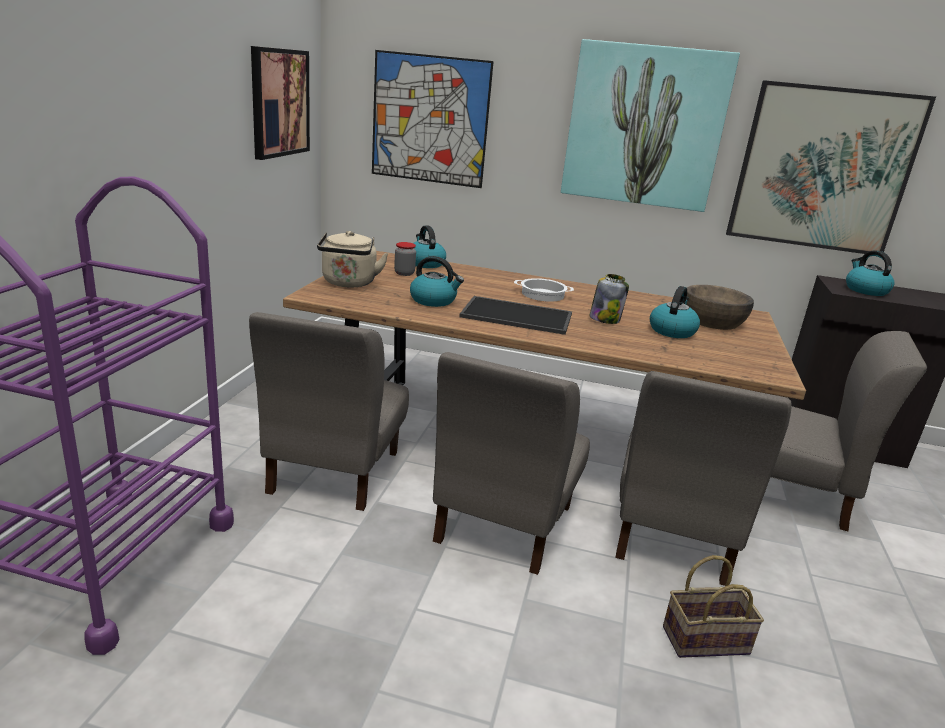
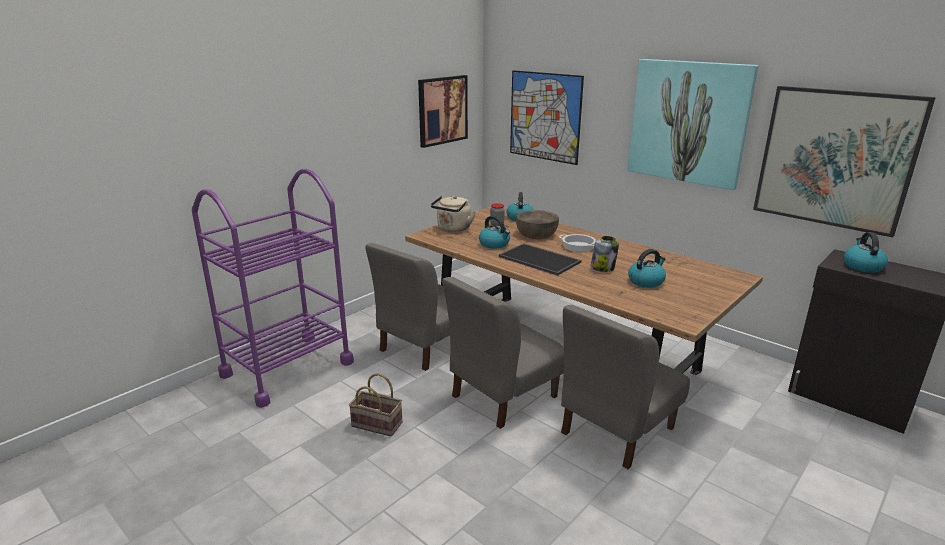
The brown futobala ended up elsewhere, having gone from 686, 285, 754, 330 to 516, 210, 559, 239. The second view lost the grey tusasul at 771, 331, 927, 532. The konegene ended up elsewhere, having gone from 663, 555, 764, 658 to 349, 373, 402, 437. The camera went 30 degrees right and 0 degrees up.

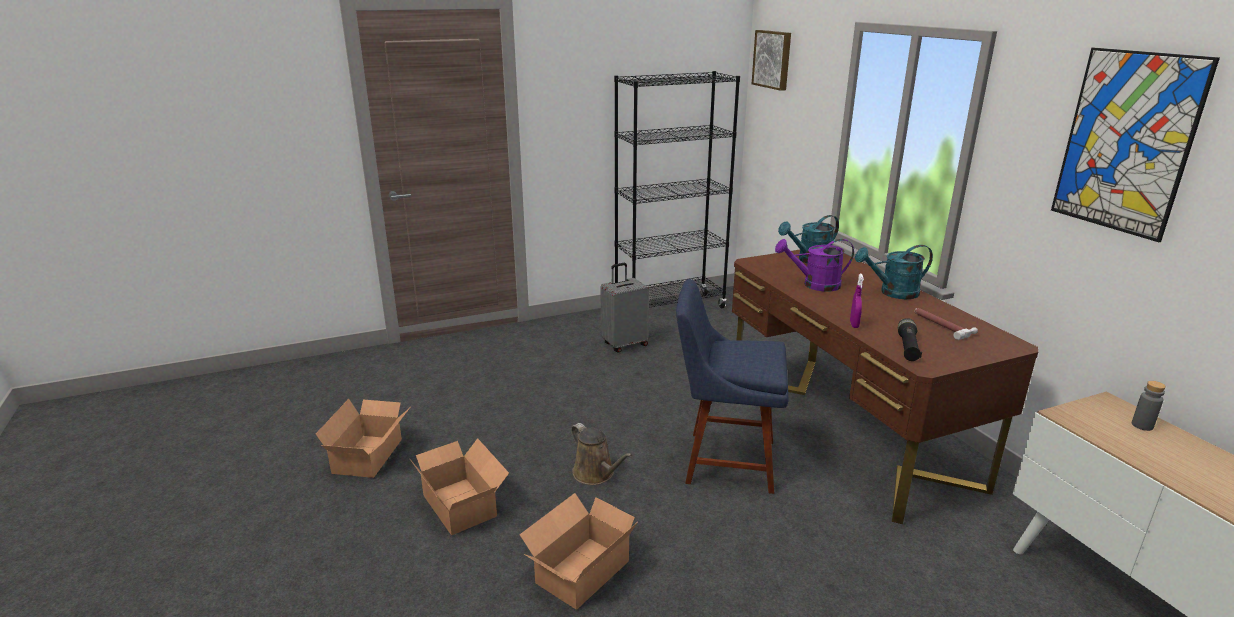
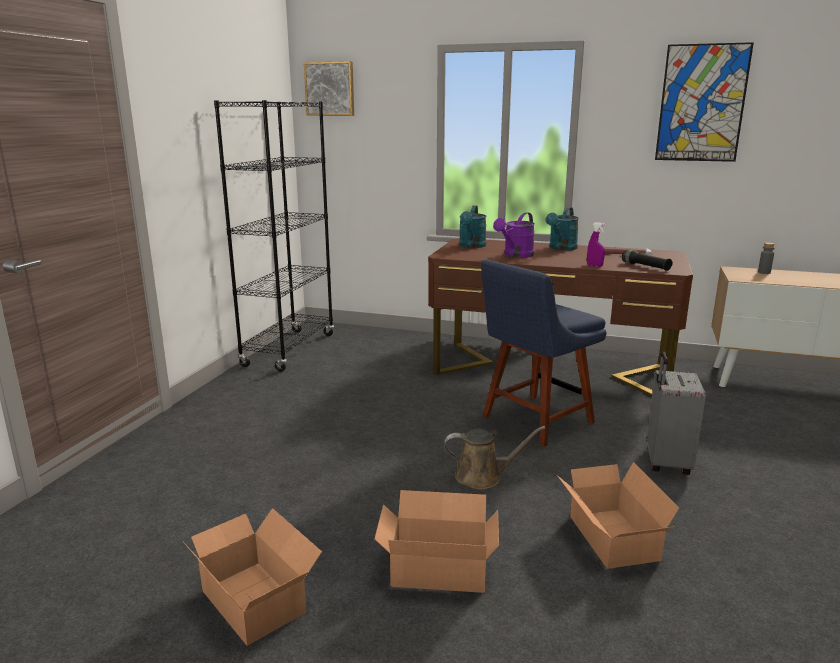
The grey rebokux ended up elsewhere, having gone from 600, 263, 649, 353 to 647, 352, 706, 475. The camera went 50 degrees left and 5 degrees down.

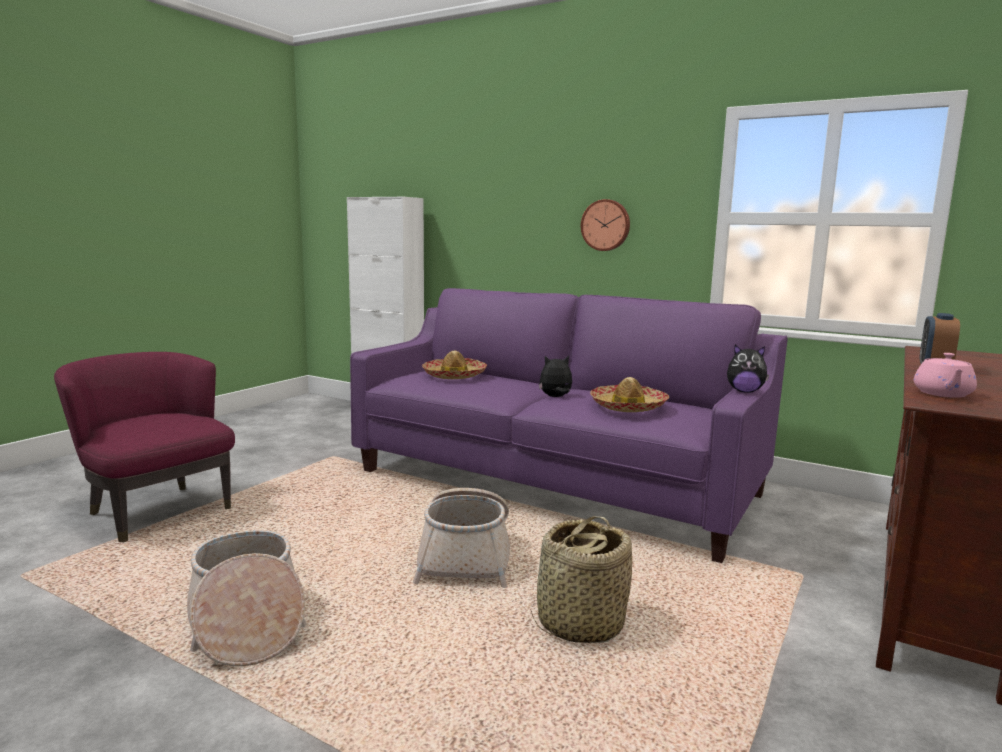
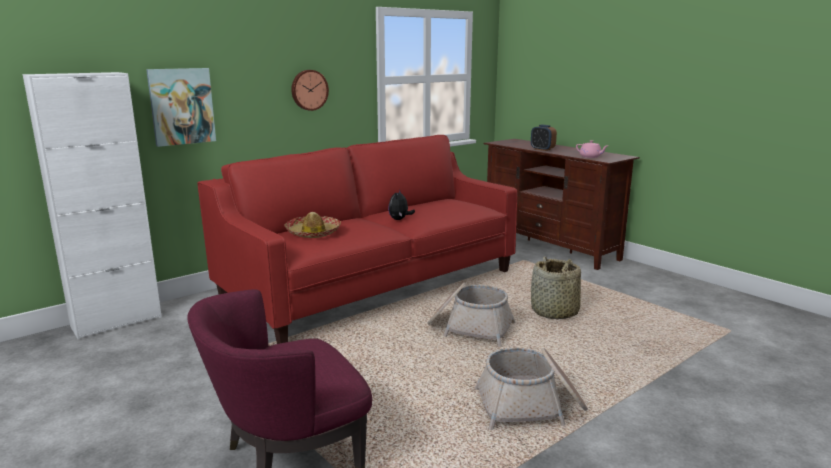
What was the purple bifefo at 350, 288, 788, 563 turned into the red bifefo at 197, 135, 517, 344. The second view lost the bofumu at 727, 345, 769, 393. The second view lost the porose at 590, 377, 669, 412. The second view gained the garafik at 146, 68, 216, 147. The camera went 70 degrees left and 5 degrees up.

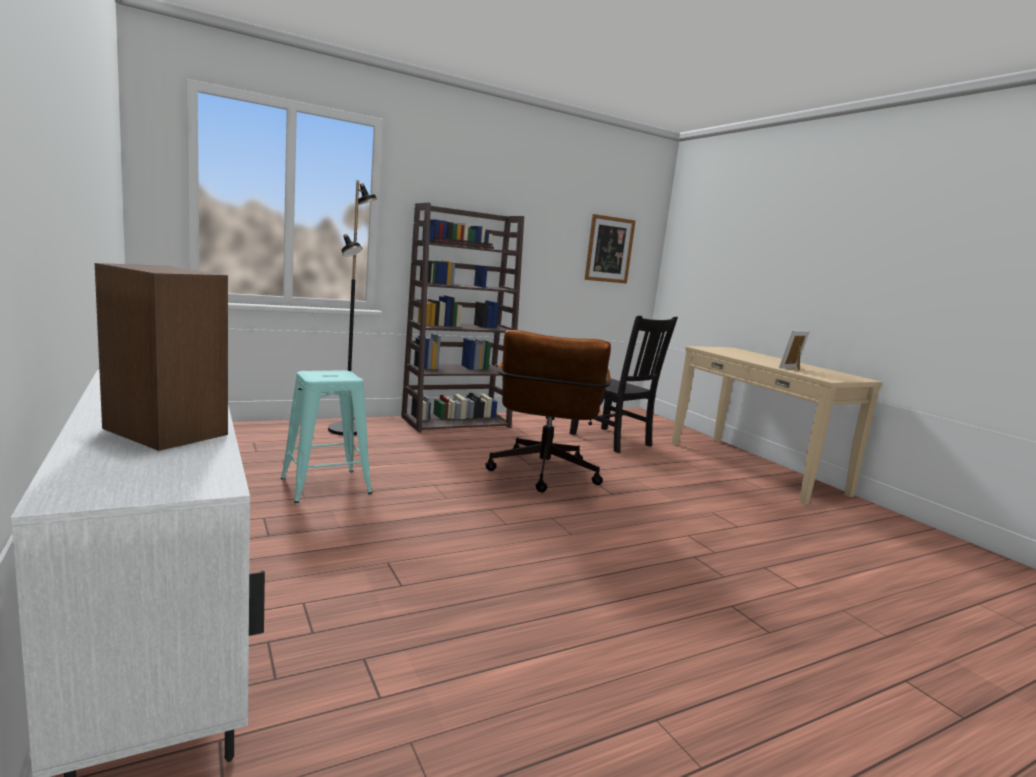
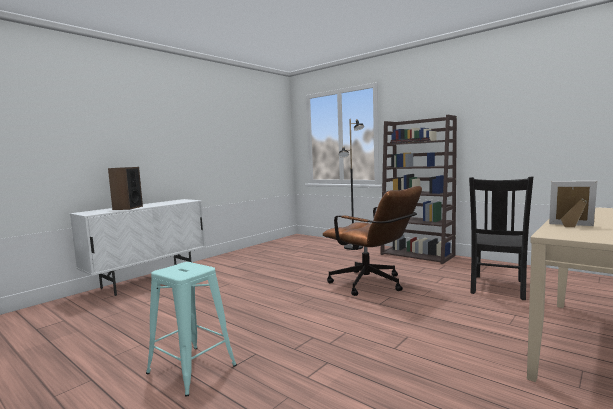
The second view lost the garafik at 585, 214, 636, 284. The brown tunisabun at 485, 330, 611, 493 ended up facing another way, 120 degrees counterclockwise from before. The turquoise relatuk ended up elsewhere, having gone from 281, 370, 372, 503 to 146, 262, 237, 396. The camera went 70 degrees right and 5 degrees down.

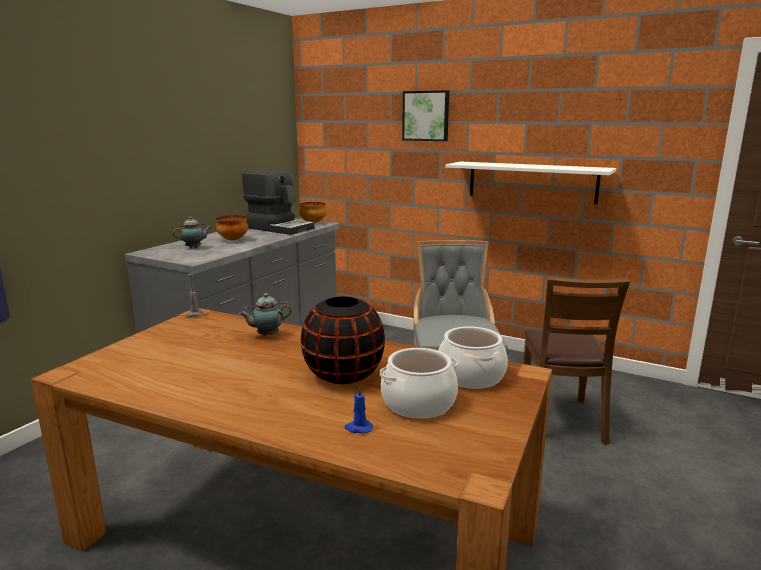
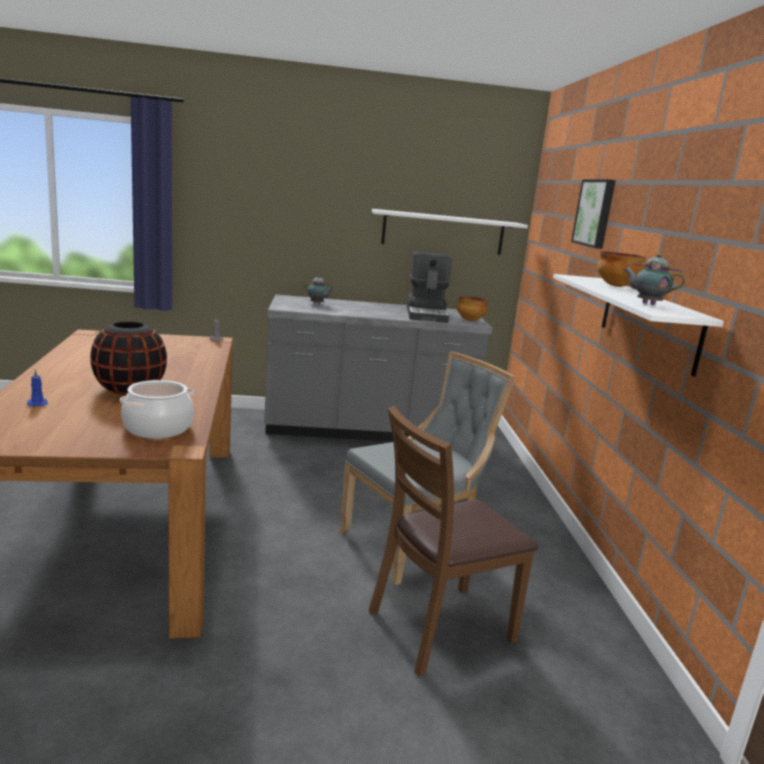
The futobala ended up elsewhere, having gone from 216, 215, 248, 240 to 597, 252, 646, 287. The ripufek ended up elsewhere, having gone from 239, 293, 292, 336 to 623, 253, 685, 305. The second view lost the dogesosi at 380, 348, 458, 419. The second view gained the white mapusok at 372, 209, 528, 255. The camera went 55 degrees right and 0 degrees up.

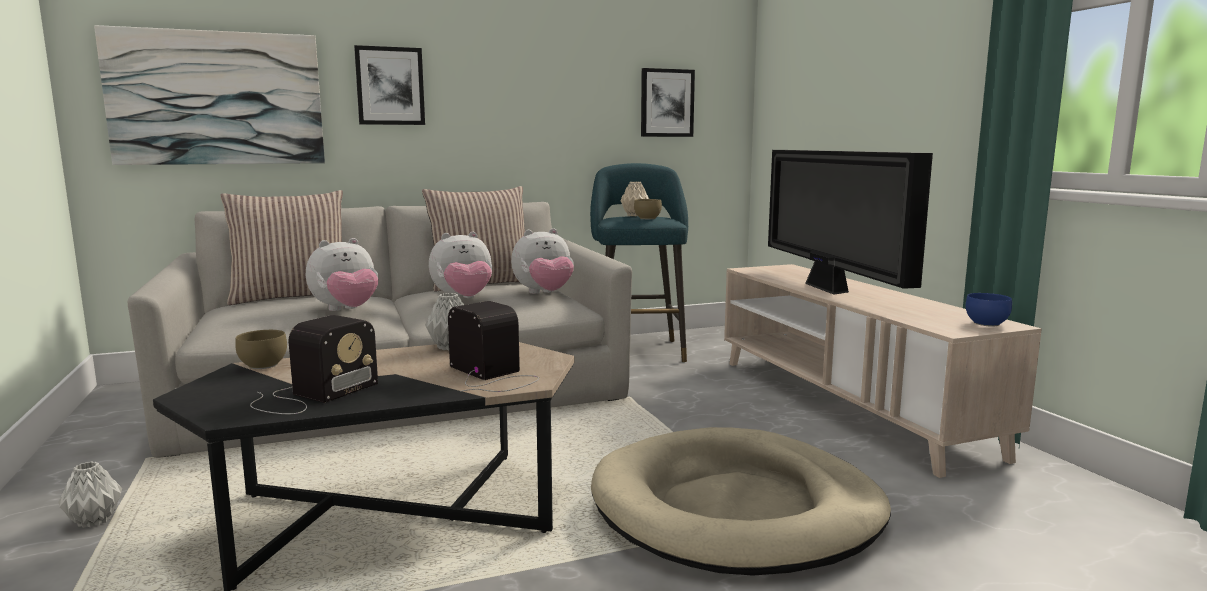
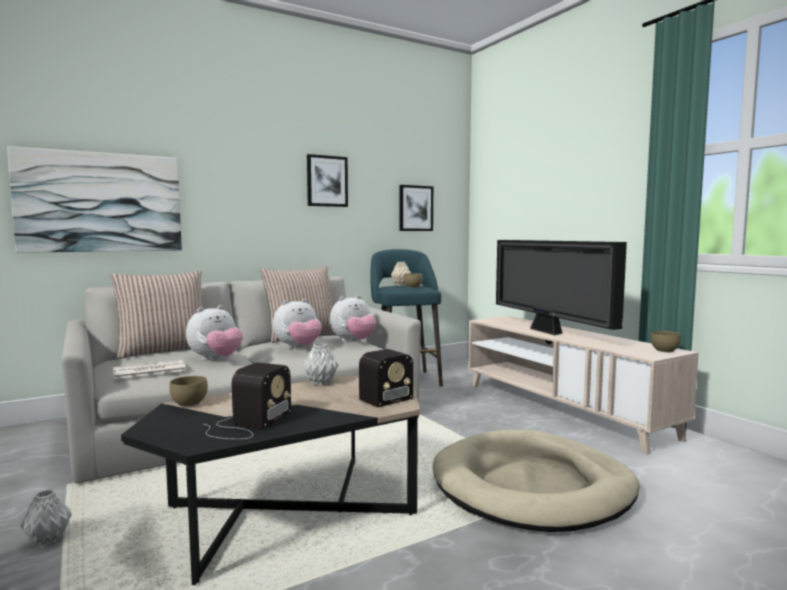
The garafik ended up elsewhere, having gone from 354, 45, 425, 125 to 307, 154, 348, 207. What was the blue futobala at 966, 293, 1012, 326 turned into the brown futobala at 651, 331, 681, 352. The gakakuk at 448, 301, 539, 392 ended up facing another way, 105 degrees clockwise from before. The second view gained the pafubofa at 113, 360, 186, 379. The camera went 10 degrees left and 5 degrees down.

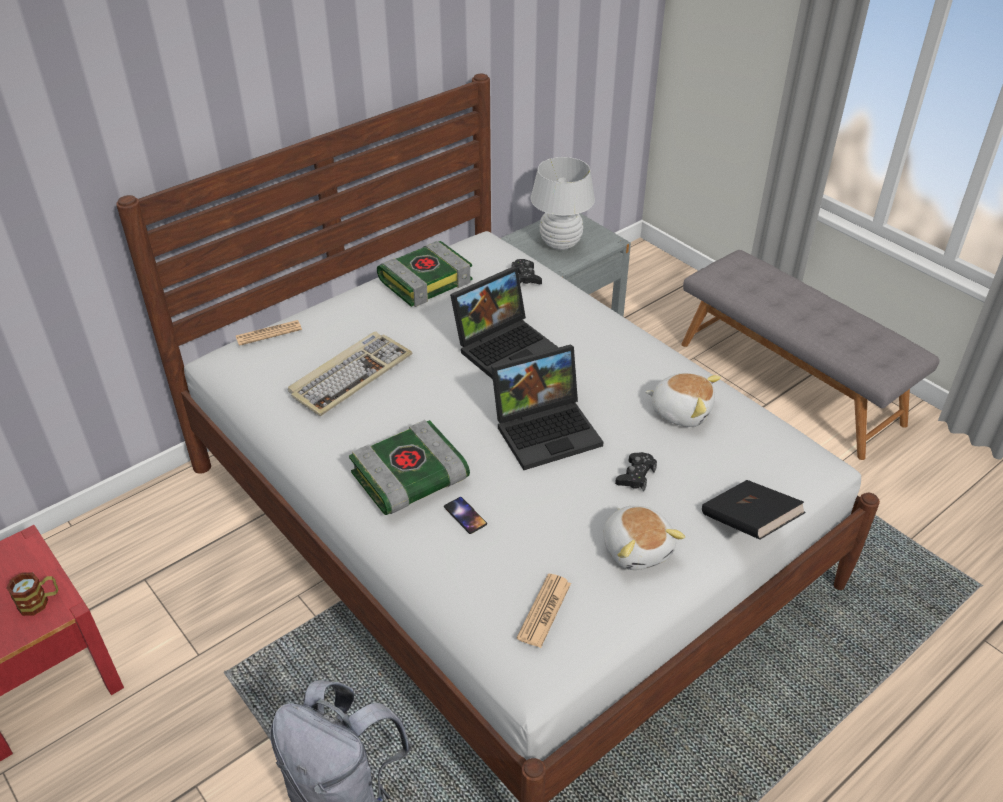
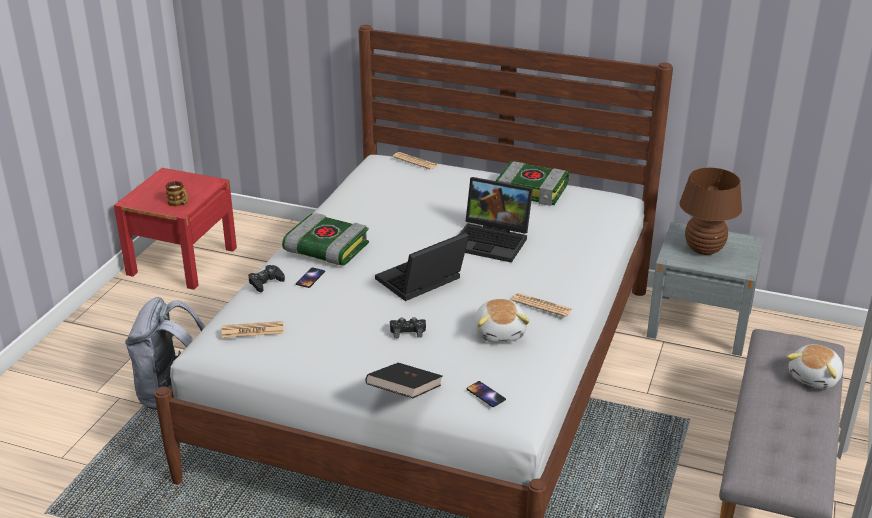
What was the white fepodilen at 531, 157, 595, 250 turned into the brown fepodilen at 679, 168, 742, 255. The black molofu ended up elsewhere, having gone from 512, 259, 542, 284 to 248, 265, 285, 292. The second view lost the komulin at 288, 331, 412, 416. The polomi at 491, 344, 603, 470 ended up facing another way, 105 degrees clockwise from before. The bofumu ended up elsewhere, having gone from 604, 506, 685, 570 to 787, 344, 843, 389. The second view gained the pafubofa at 511, 293, 572, 317. The second view gained the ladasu at 466, 381, 506, 407. The camera went 60 degrees right and 10 degrees down.

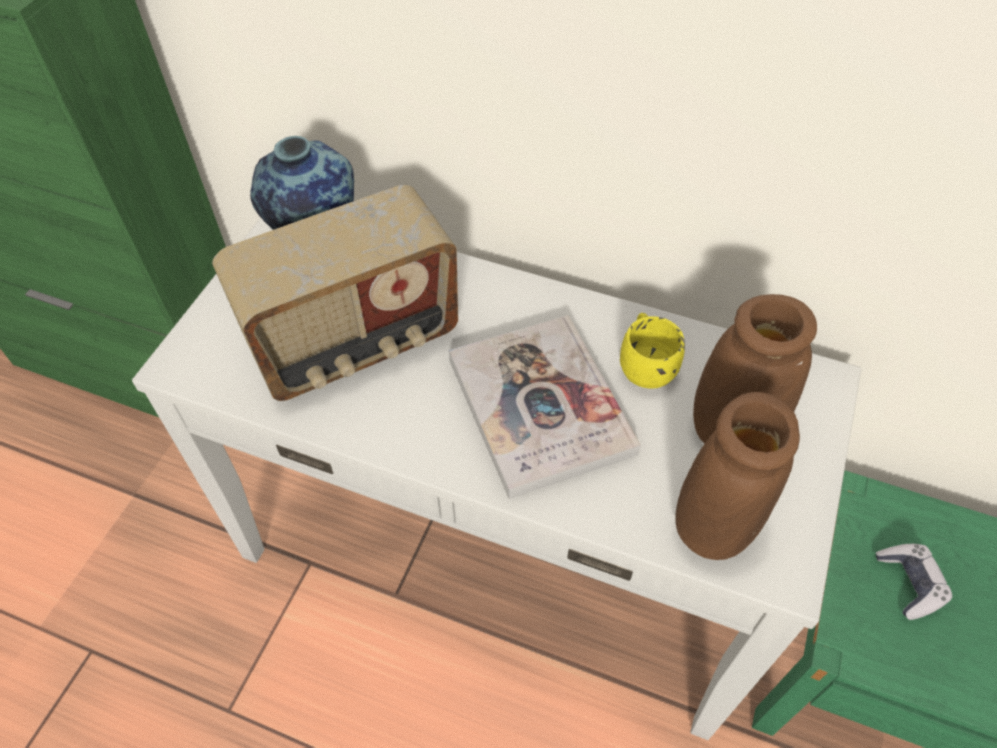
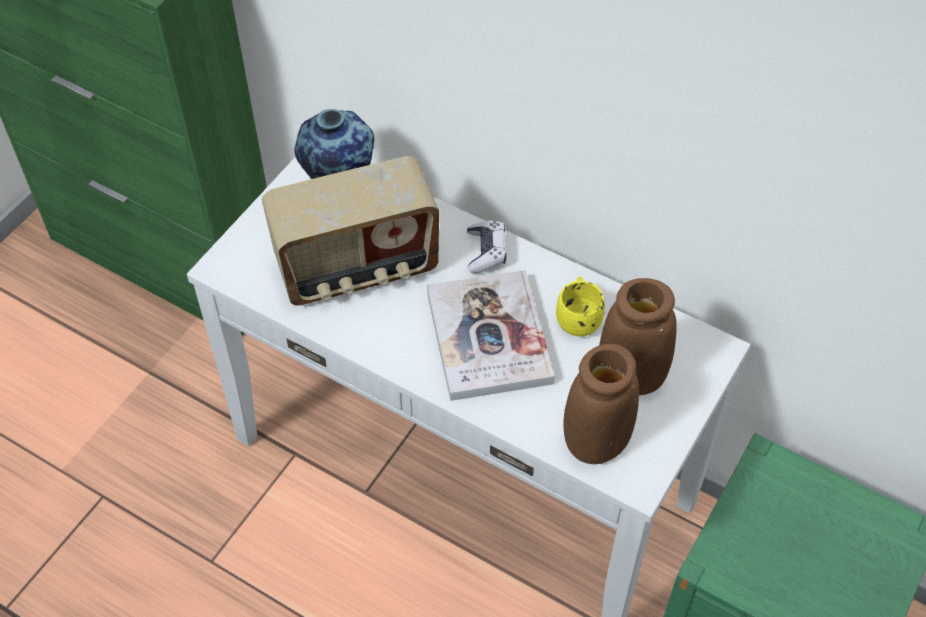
The molofu ended up elsewhere, having gone from 876, 544, 952, 620 to 467, 220, 506, 273. The camera went 10 degrees right and 0 degrees up.

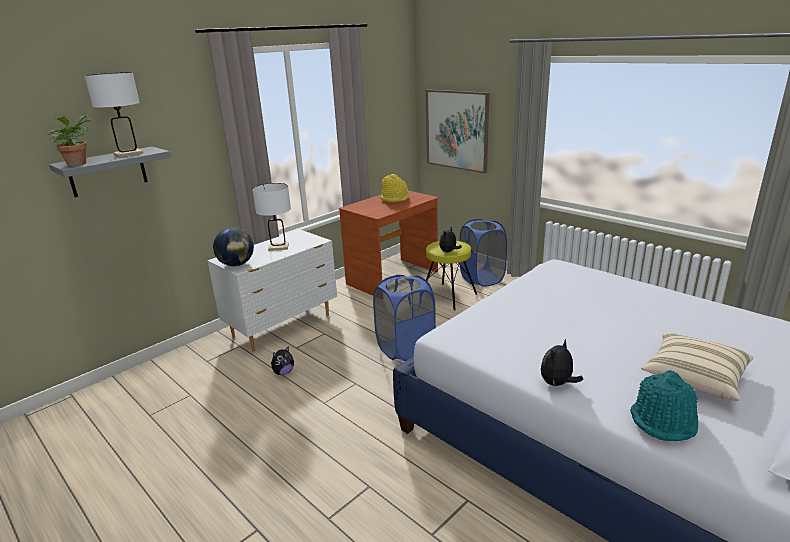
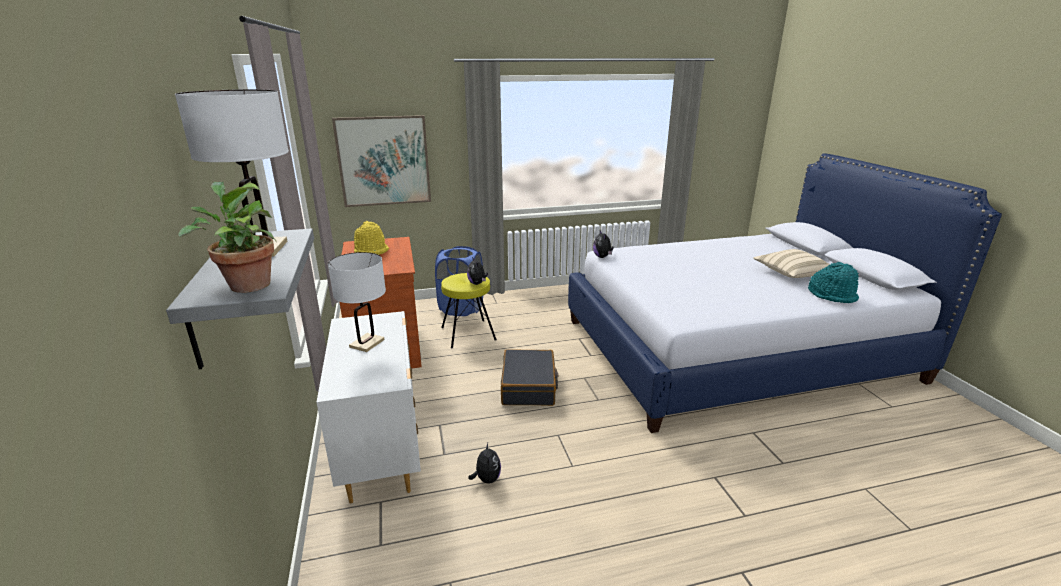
The second view lost the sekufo at 213, 227, 254, 266. Where the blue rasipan stood at 373, 274, 436, 361, the black rebokux came to stand at 501, 349, 559, 406. The bofumu ended up elsewhere, having gone from 541, 339, 583, 386 to 593, 231, 614, 258. The camera went 60 degrees left and 0 degrees up.

